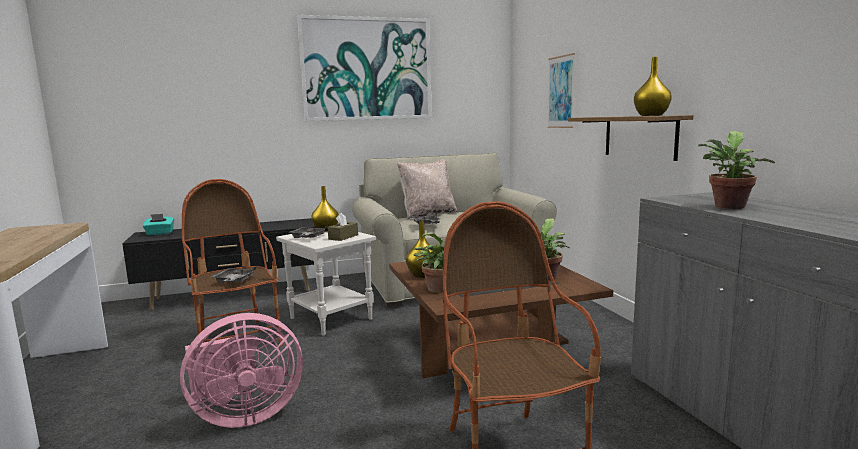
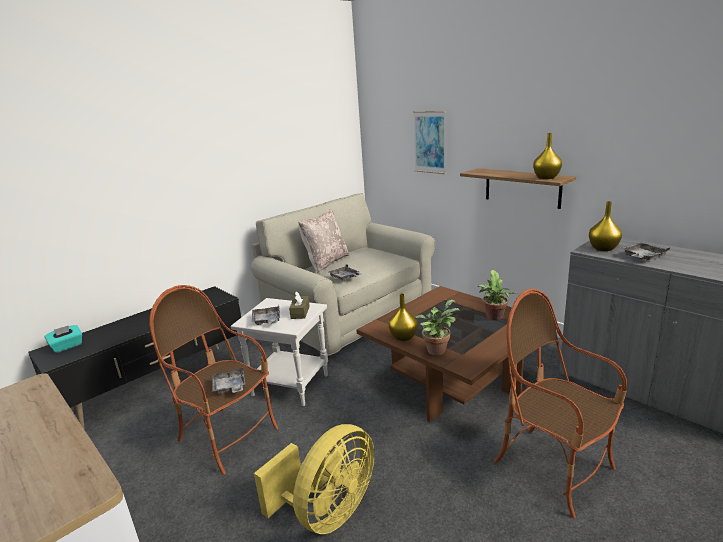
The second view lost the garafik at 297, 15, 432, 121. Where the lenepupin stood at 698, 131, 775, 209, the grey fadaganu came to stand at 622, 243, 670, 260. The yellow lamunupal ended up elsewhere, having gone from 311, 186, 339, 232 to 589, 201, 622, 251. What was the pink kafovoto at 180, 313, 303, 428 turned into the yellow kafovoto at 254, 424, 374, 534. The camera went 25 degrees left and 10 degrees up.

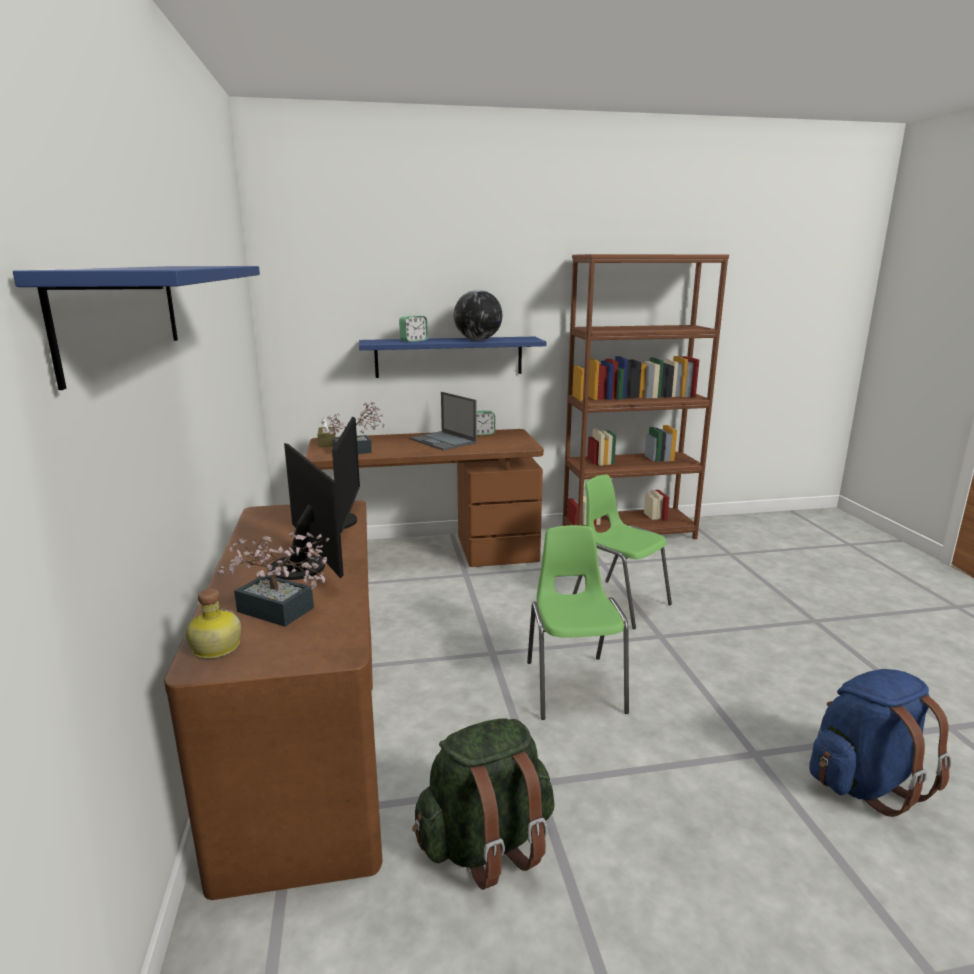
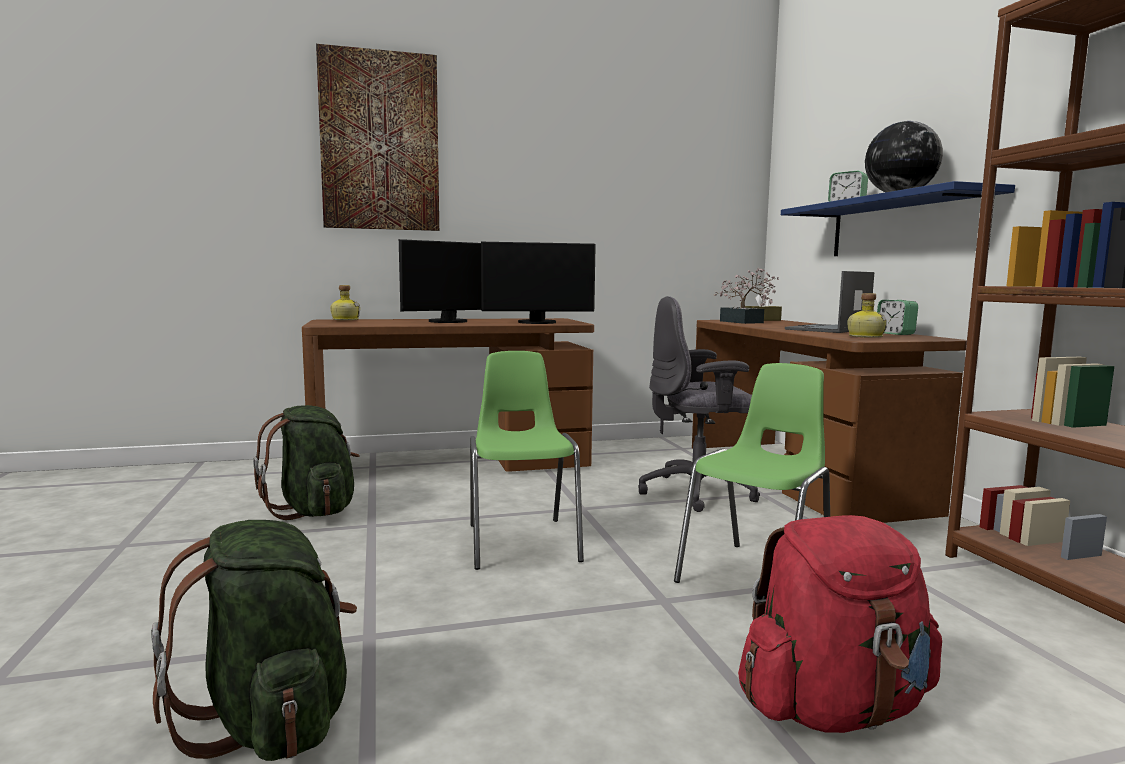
Where the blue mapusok hung at 13, 266, 260, 390, the garafik came to hang at 316, 44, 439, 231. The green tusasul at 527, 525, 629, 720 ended up facing another way, 90 degrees counterclockwise from before. The second view lost the lenepupin at 217, 532, 329, 627. What was the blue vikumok at 809, 669, 951, 817 turned into the green vikumok at 151, 520, 357, 761. The second view gained the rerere at 847, 293, 887, 338. The second view gained the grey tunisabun at 638, 296, 760, 512. The second view gained the red vikumok at 738, 515, 942, 733. The camera went 85 degrees right and 10 degrees down.

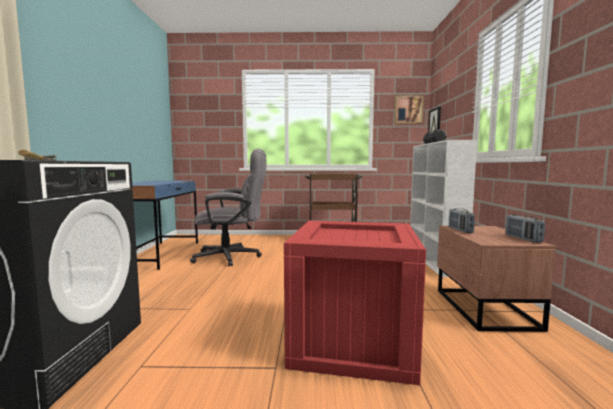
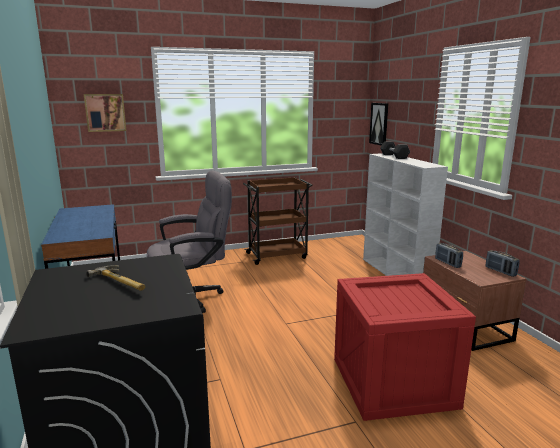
The garafik ended up elsewhere, having gone from 394, 95, 424, 124 to 84, 94, 126, 132. The camera went 20 degrees left and 10 degrees up.

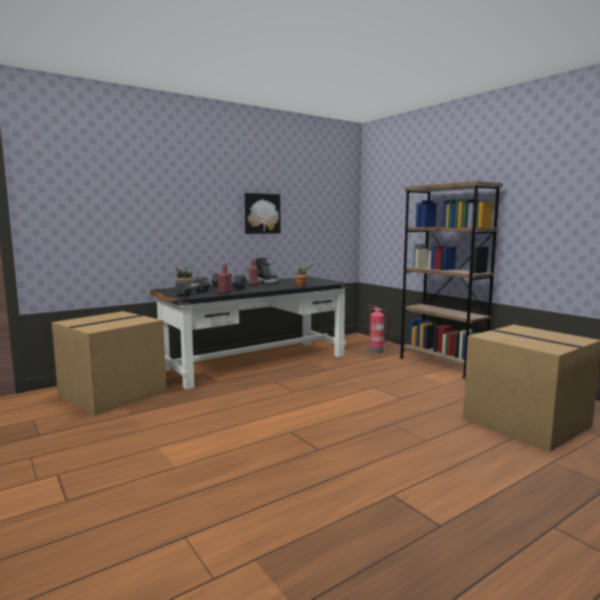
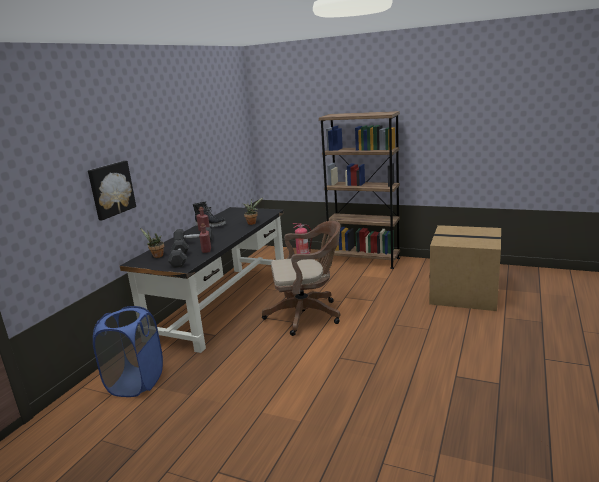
The garafik ended up elsewhere, having gone from 245, 193, 281, 234 to 88, 161, 136, 220. Where the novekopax stood at 52, 311, 167, 415, the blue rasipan came to stand at 93, 306, 163, 397. The second view gained the brown tunisabun at 262, 221, 341, 336. The camera went 30 degrees left and 10 degrees up.

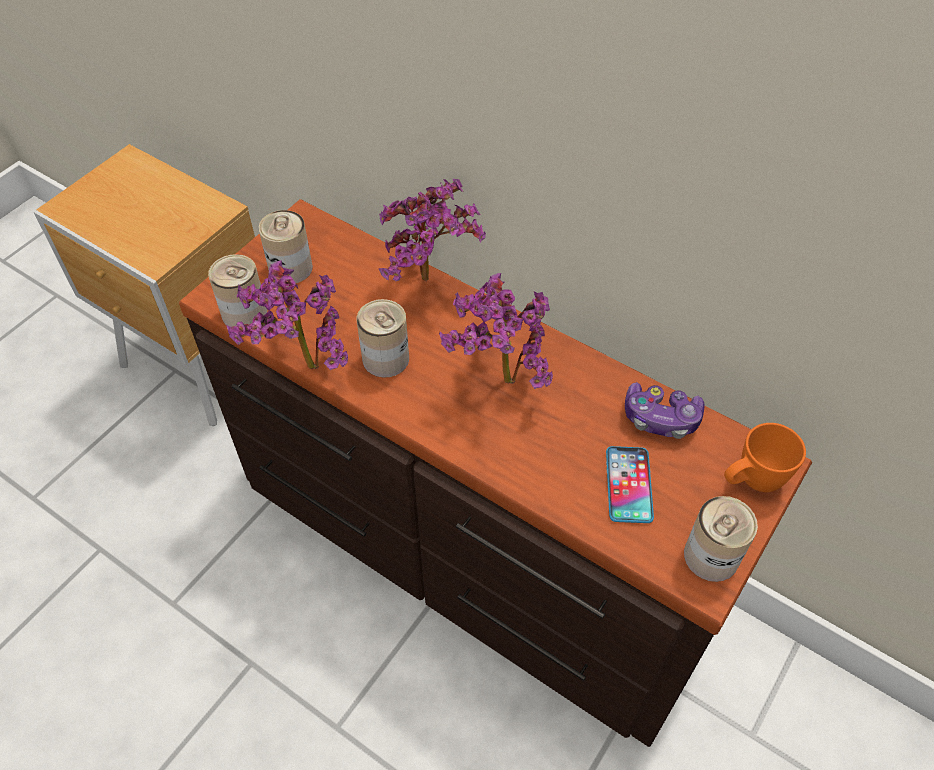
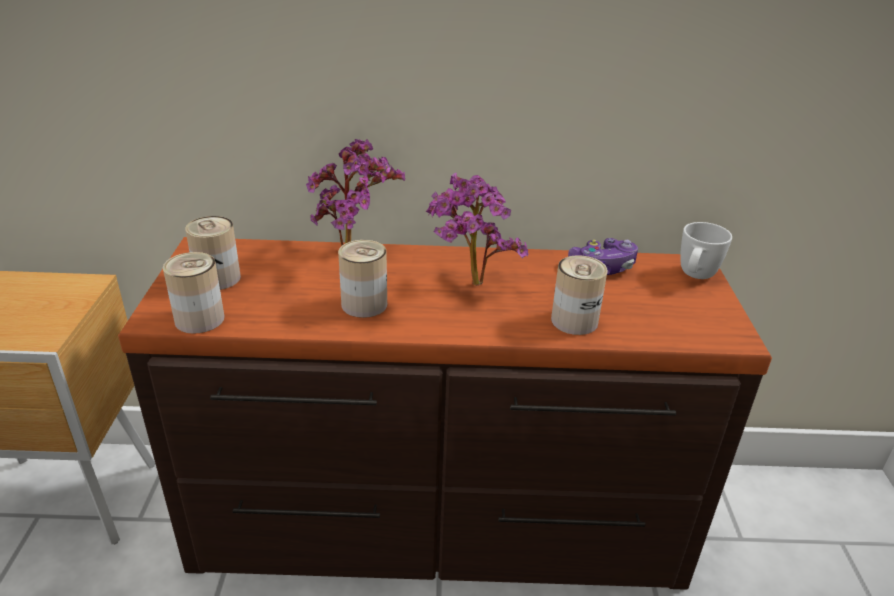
The second view lost the lenepupin at 226, 260, 348, 370. What was the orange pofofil at 724, 423, 806, 492 turned into the white pofofil at 680, 222, 732, 279. The second view lost the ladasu at 606, 446, 654, 523. The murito ended up elsewhere, having gone from 684, 496, 758, 582 to 551, 255, 608, 335. The camera went 35 degrees left and 20 degrees down.

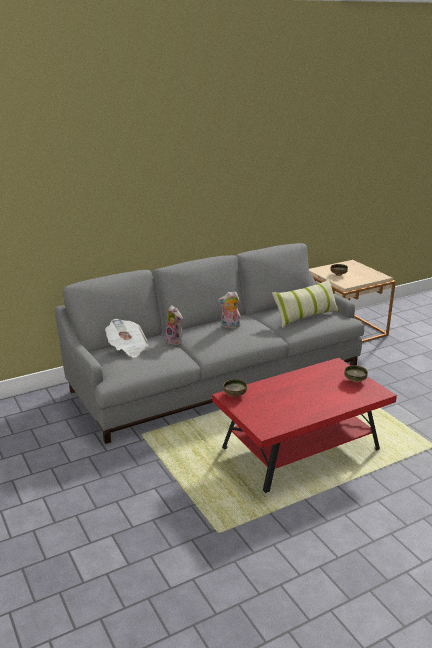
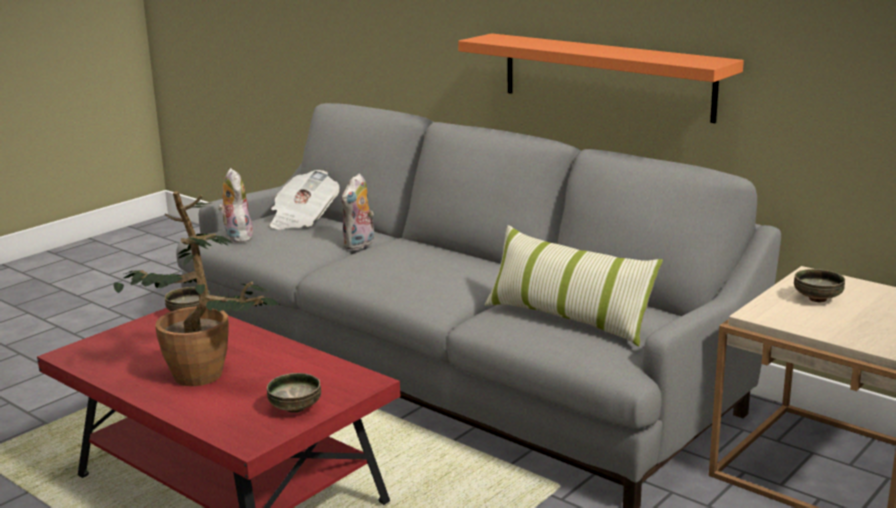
The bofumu ended up elsewhere, having gone from 218, 291, 241, 328 to 218, 168, 253, 242. The second view gained the orange mapusok at 458, 33, 744, 123. The second view gained the lenepupin at 113, 191, 280, 386. The camera went 70 degrees right and 5 degrees down.

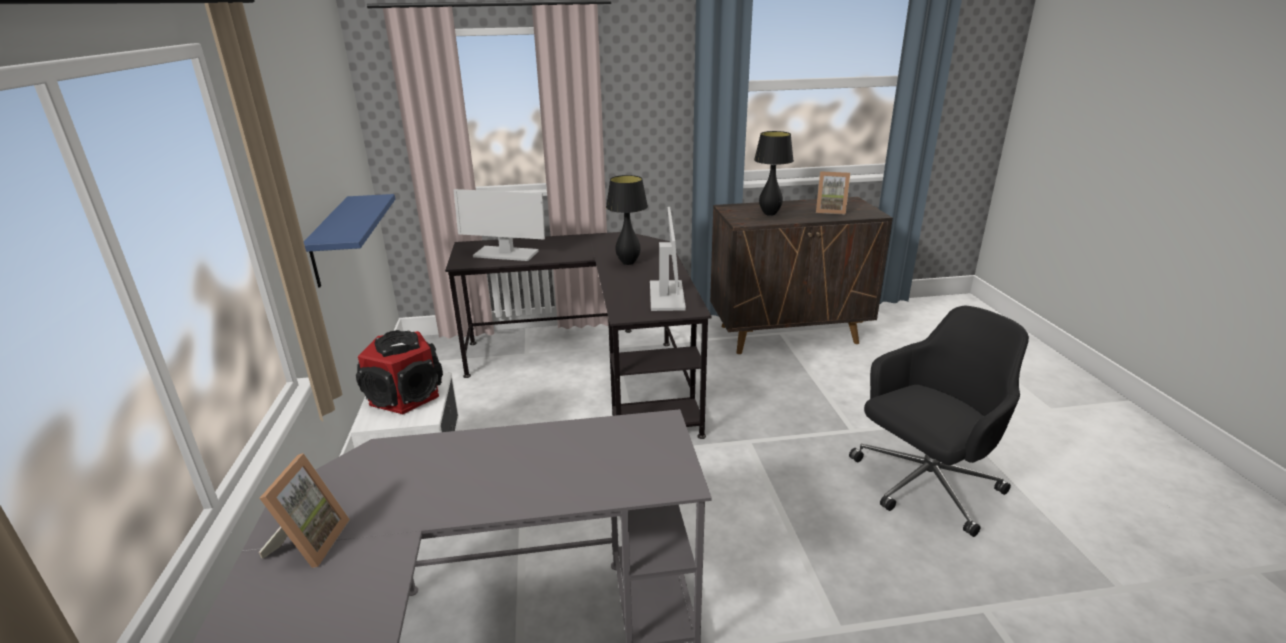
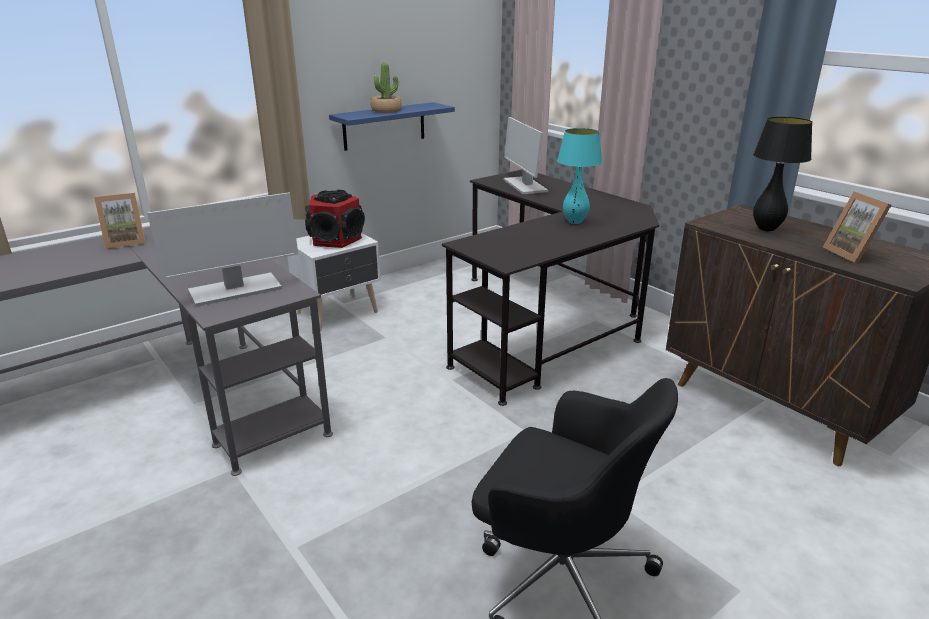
What was the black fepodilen at 606, 175, 648, 265 turned into the turquoise fepodilen at 557, 128, 602, 224. The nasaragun ended up elsewhere, having gone from 650, 207, 686, 311 to 147, 193, 299, 307. The second view gained the lenepupin at 371, 62, 402, 113. The camera went 60 degrees right and 0 degrees up.

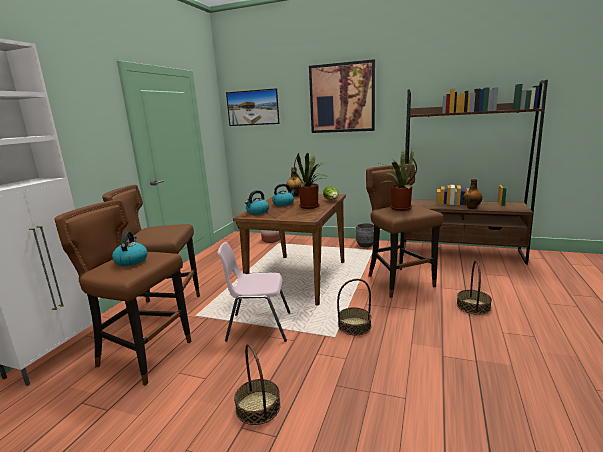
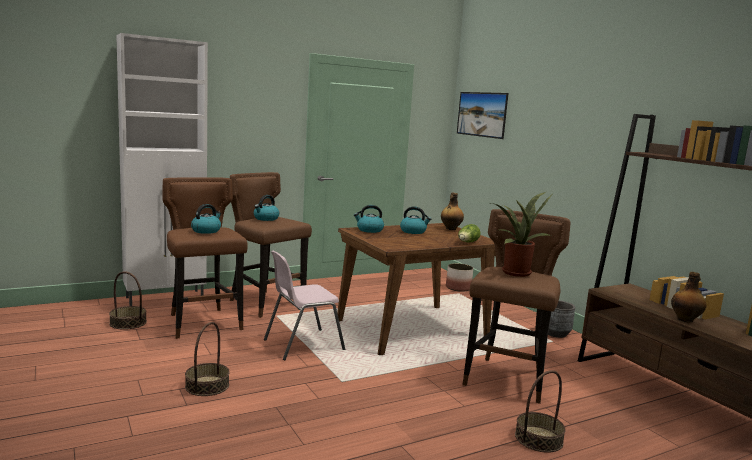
The second view lost the garafik at 309, 59, 375, 133. The second view lost the lenepupin at 294, 153, 329, 209. The pink tusasul at 217, 242, 290, 342 ended up facing another way, 75 degrees counterclockwise from before. The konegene ended up elsewhere, having gone from 337, 279, 371, 335 to 109, 271, 147, 330. The second view gained the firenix at 254, 195, 279, 221. The camera went 40 degrees right and 5 degrees down.

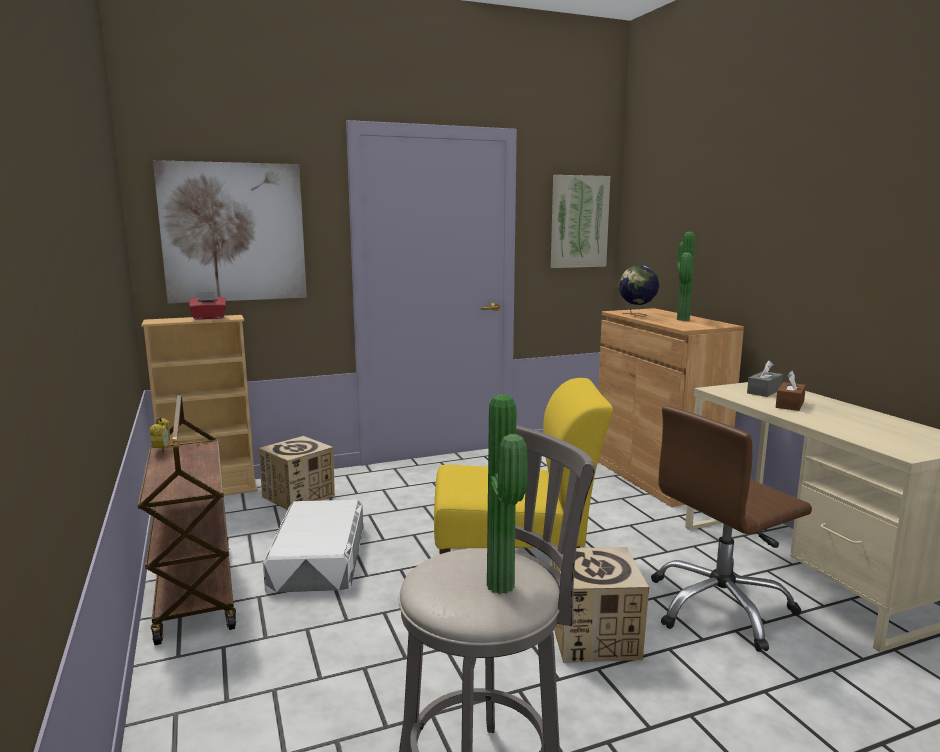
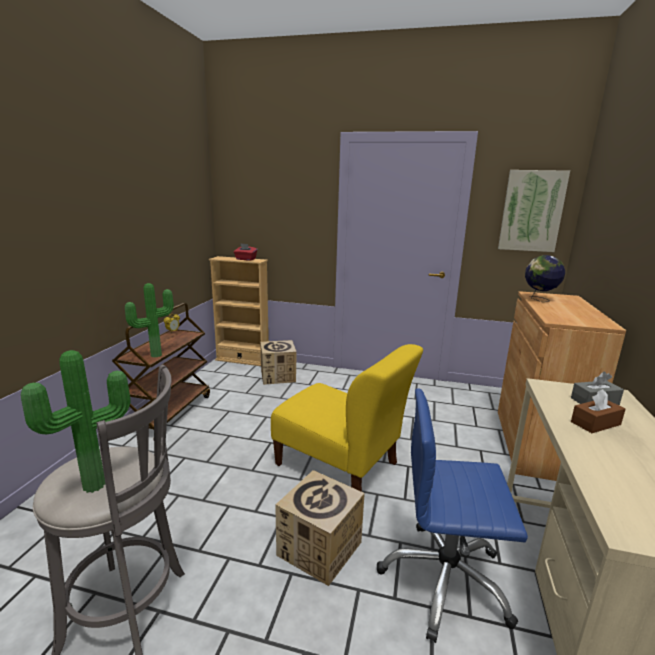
The second view lost the garafik at 153, 160, 307, 303. The lenepupin ended up elsewhere, having gone from 677, 232, 695, 321 to 125, 283, 174, 358. What was the brown tunisabun at 651, 406, 812, 652 turned into the blue tunisabun at 377, 388, 528, 643. The second view lost the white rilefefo at 263, 500, 363, 593. The camera went 35 degrees right and 5 degrees up.

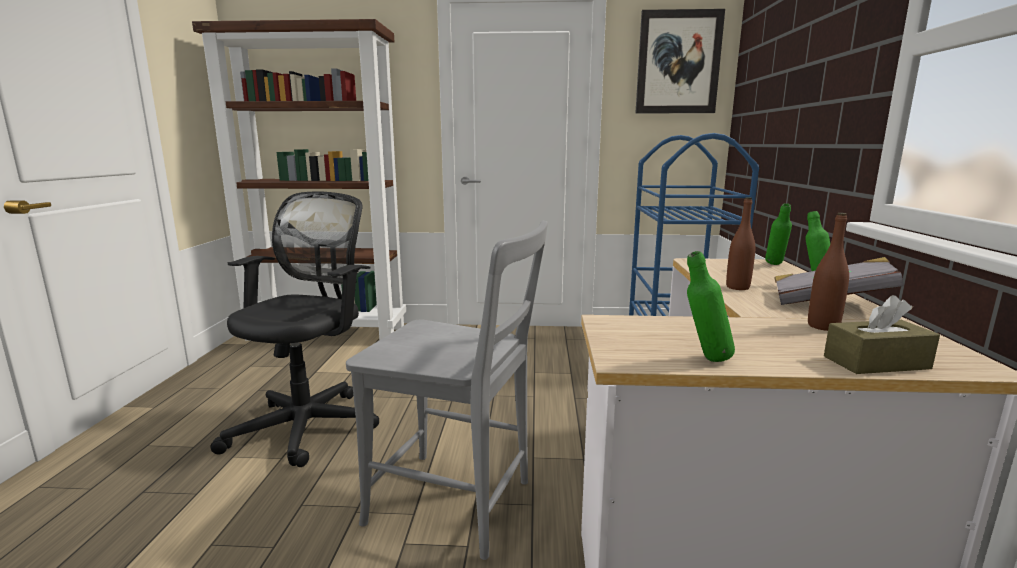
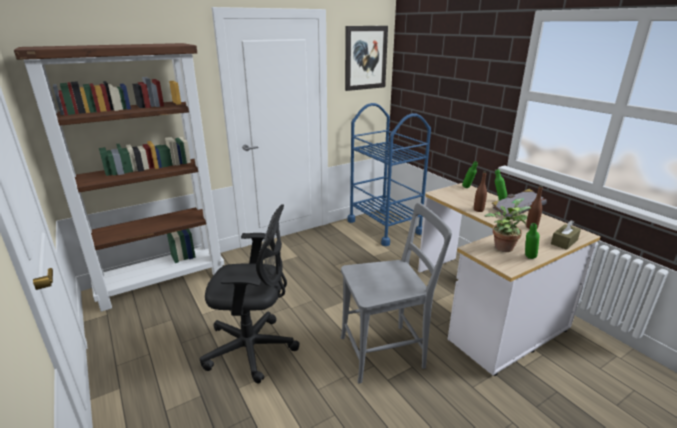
The black tunisabun at 210, 191, 379, 467 ended up facing another way, 105 degrees clockwise from before. The second view gained the lenepupin at 485, 199, 531, 252. The camera went 35 degrees left and 10 degrees up.

